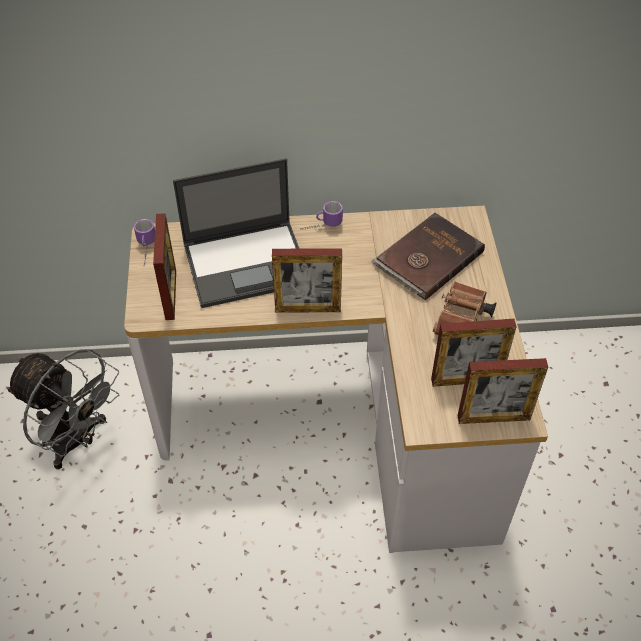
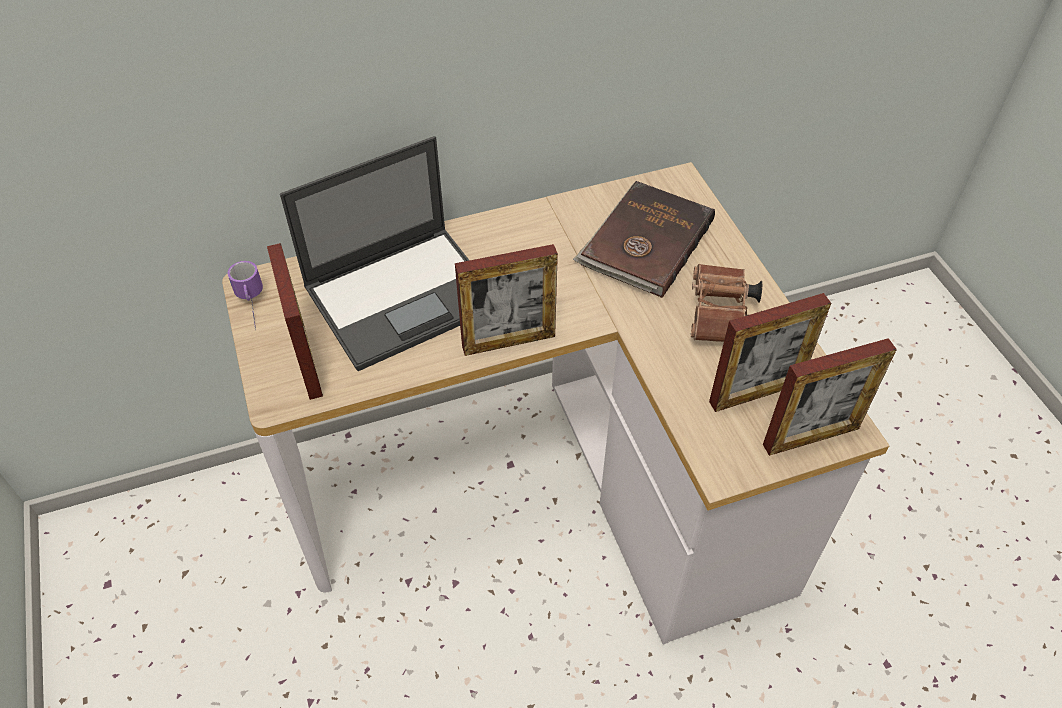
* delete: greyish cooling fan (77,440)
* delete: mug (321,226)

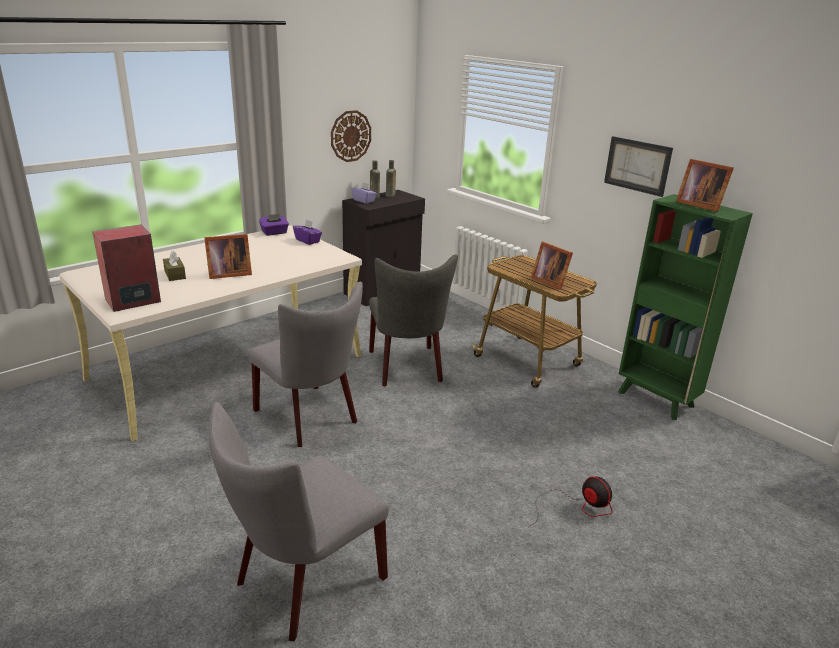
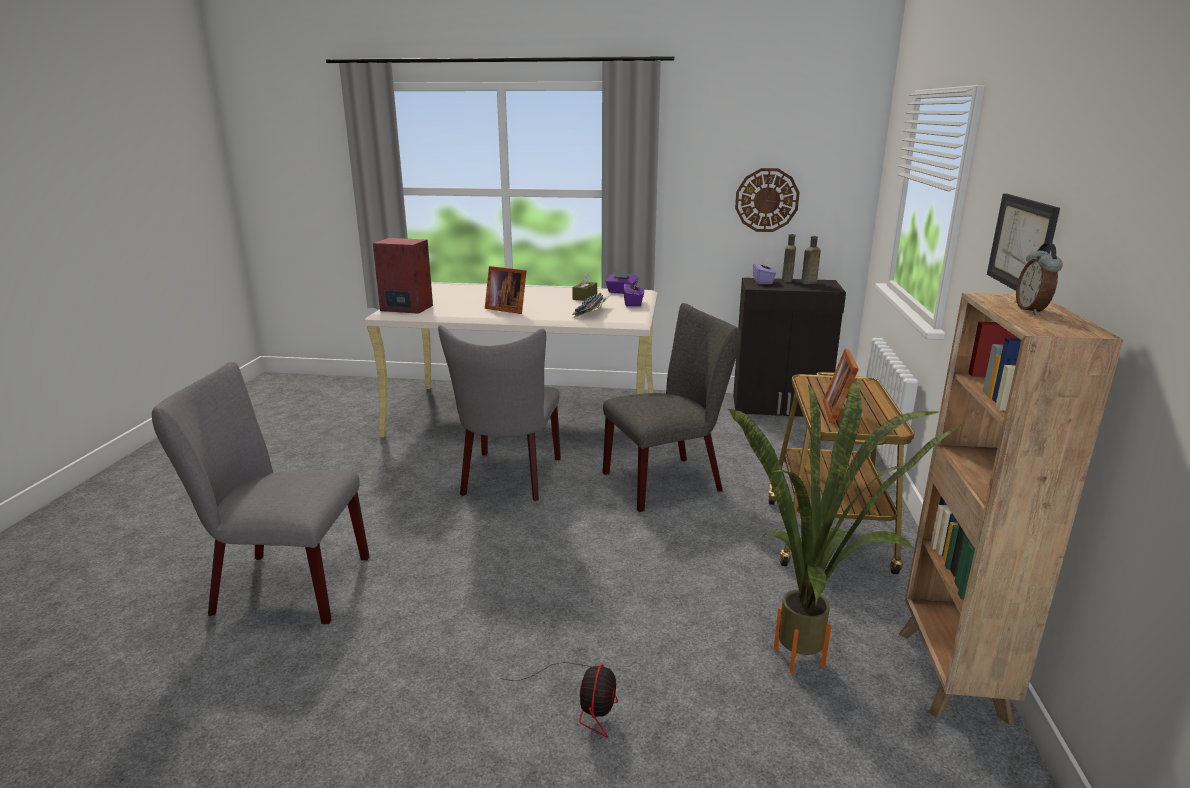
* move: brown tissue box (175,274) to (585,297)
* insert: keyboard (591,312)
* rotate: greyish chair (407,368) = (669,481) 150 degrees counterclockwise
* insert: houseplant (815,658)
* recolor: greenish bookshelf (656,400) to brown bookshelf (951,676)
* replace: photo frame (698,205) to alarm clock (1032,310)

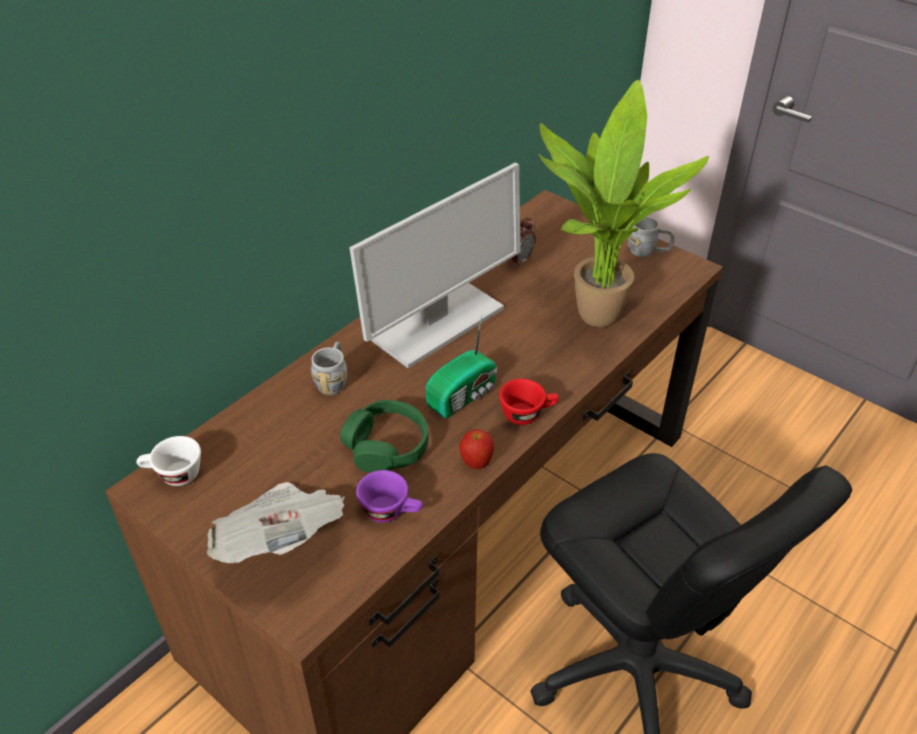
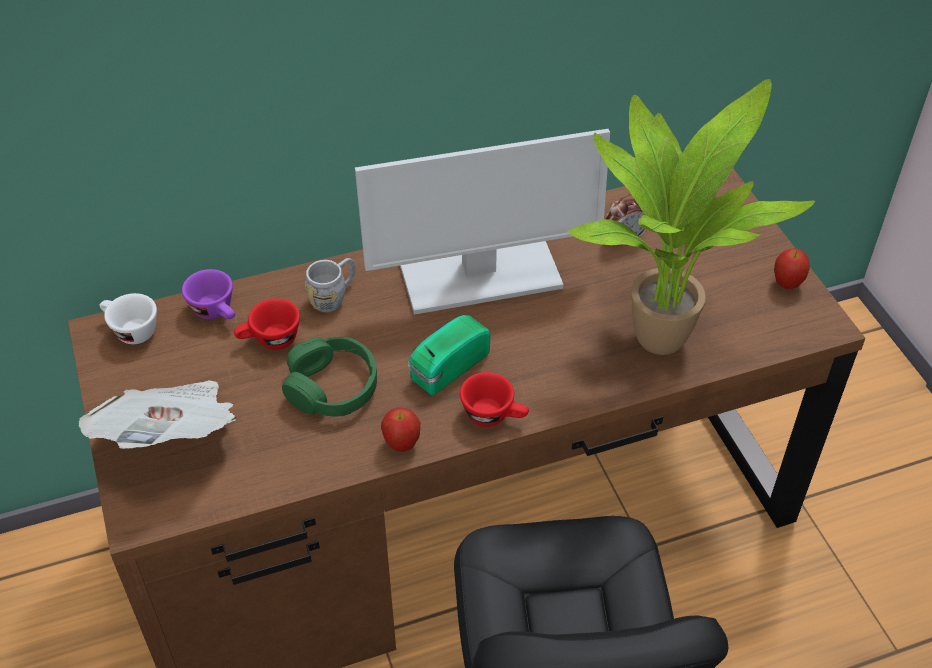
* move: purple-coloured drinking cup (391,511) to (217,312)
* insert: red-coloured drinking cup (270,340)
* rotate: radio receiver (464,395) = (446,367) 150 degrees clockwise
* replace: greyish mug (648,251) to whole apple (787,284)

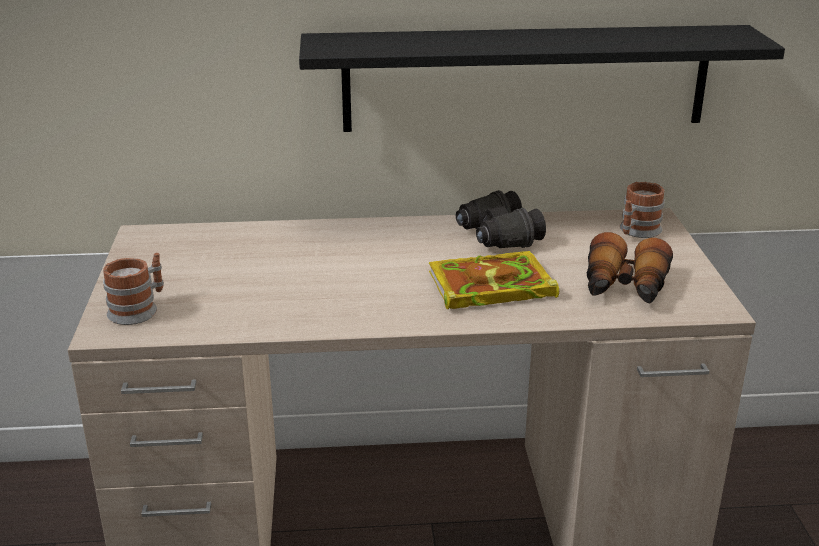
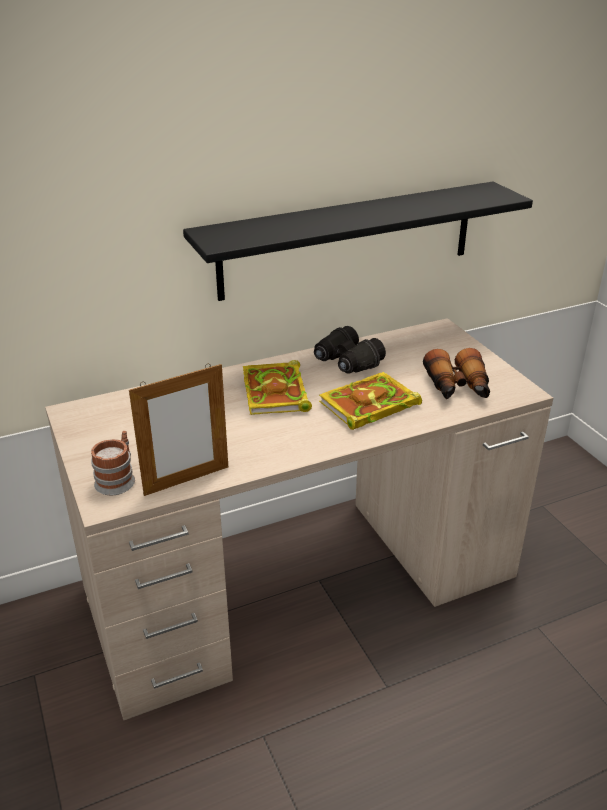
* insert: photo frame (187,480)
* insert: bound book (276,393)
* delete: mug (637,232)

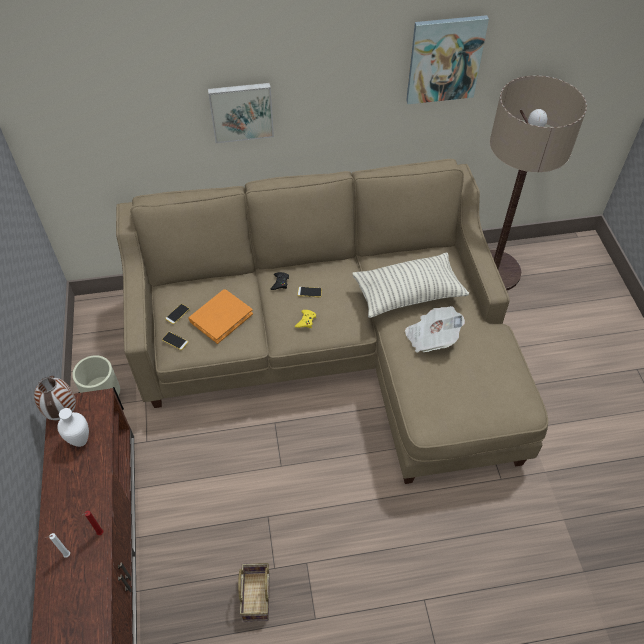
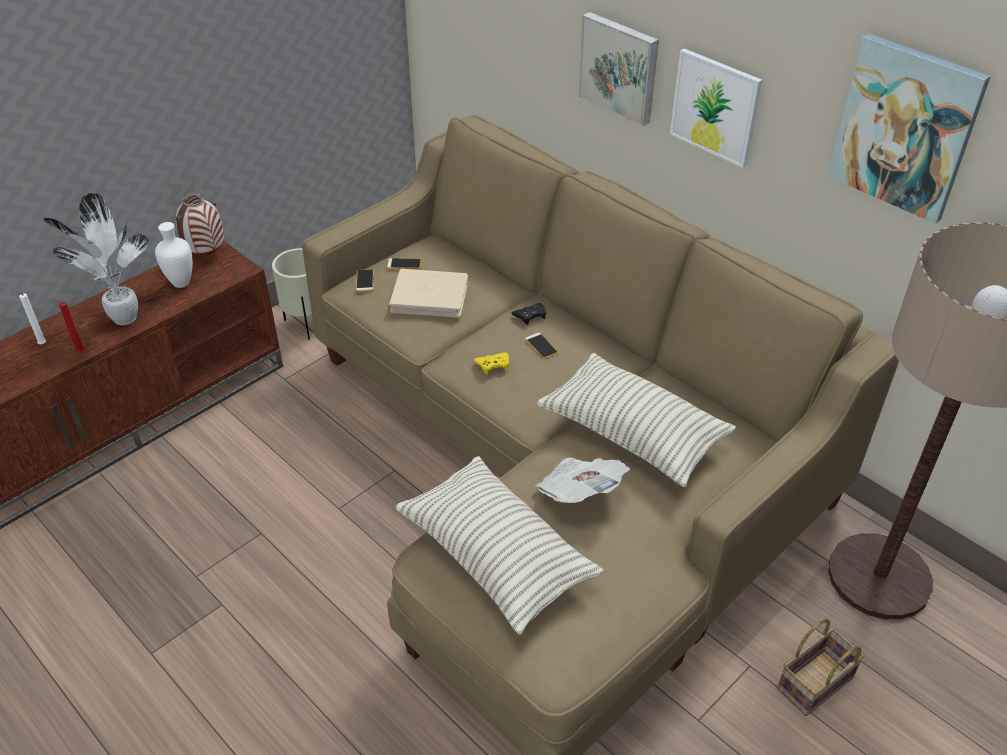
* insert: houseplant (122,319)
* recolor: orangey bound book (221,317) to sand-coloured bound book (430,296)
* insert: throw pillow (496,556)
* insert: wall art (715,107)
* move: basket (257,598) to (815,685)

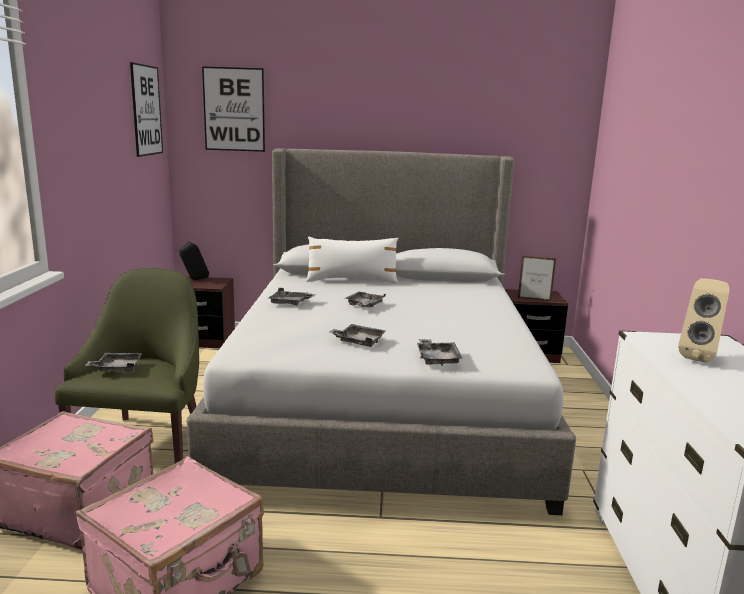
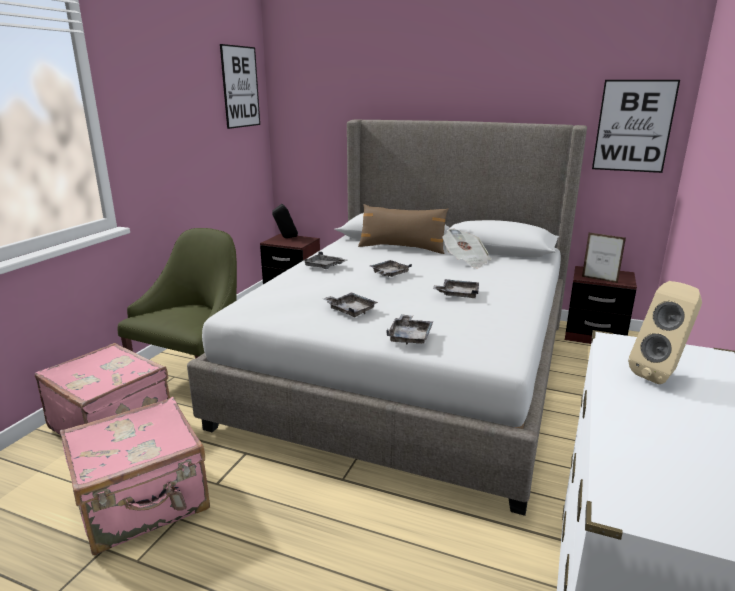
* recolor: whitish throw pillow (352,280) to brown throw pillow (402,248)
* move: greyish tray (117,368) to (458,294)
* insert: daily paper (466,261)
* move: wall art (234,109) to (633,126)

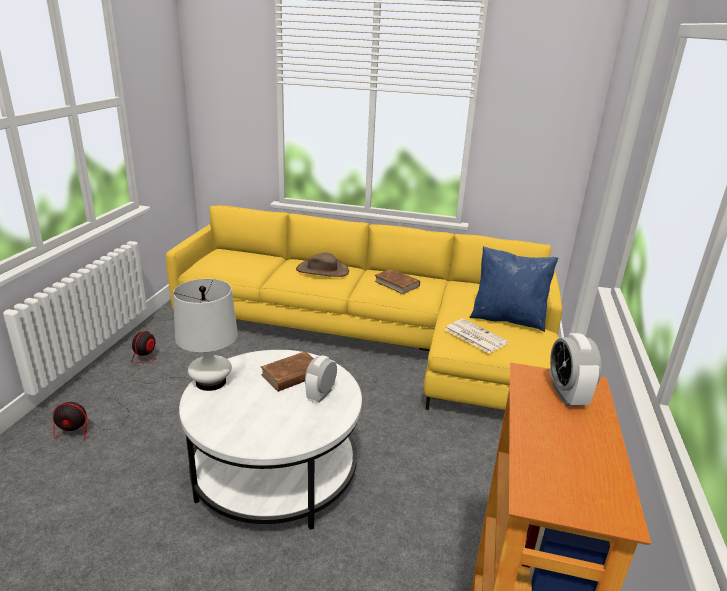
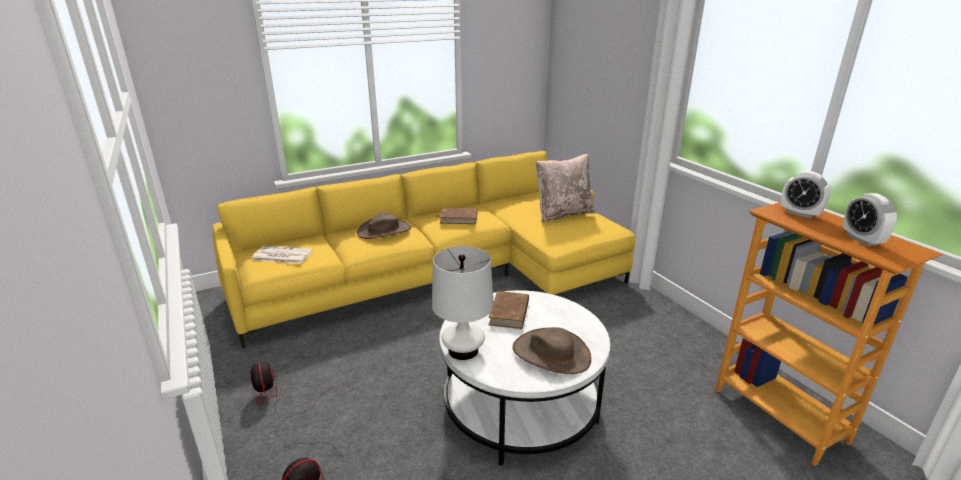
* move: daily paper (474,336) to (281,255)
* insert: brown wearable hat (551,353)
* recolor: blue-coloured throw pillow (507,319) to sand-coloured throw pillow (563,213)
* move: alarm clock (321,394) to (862,240)

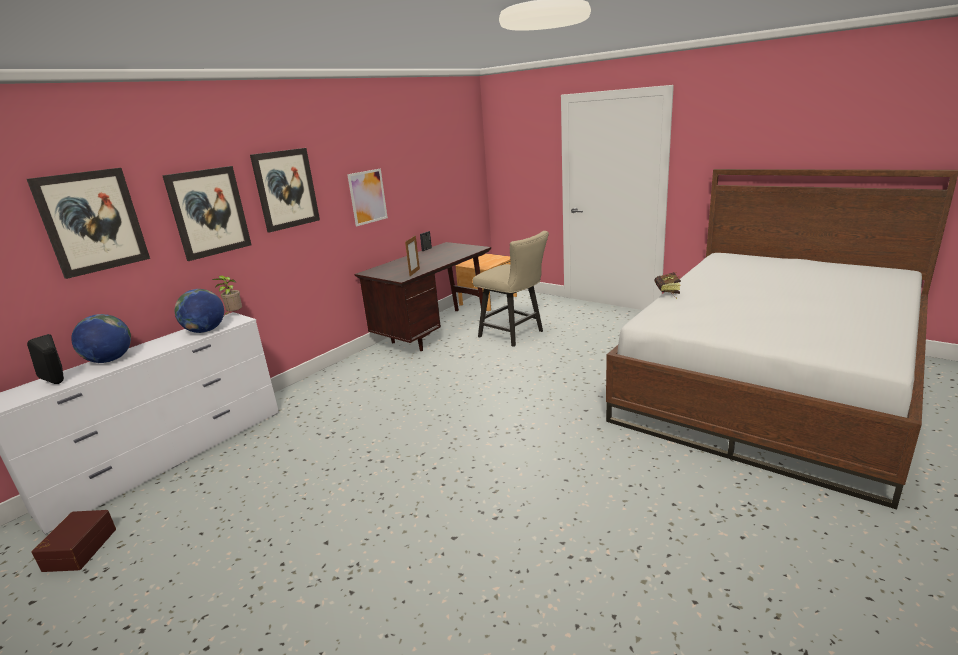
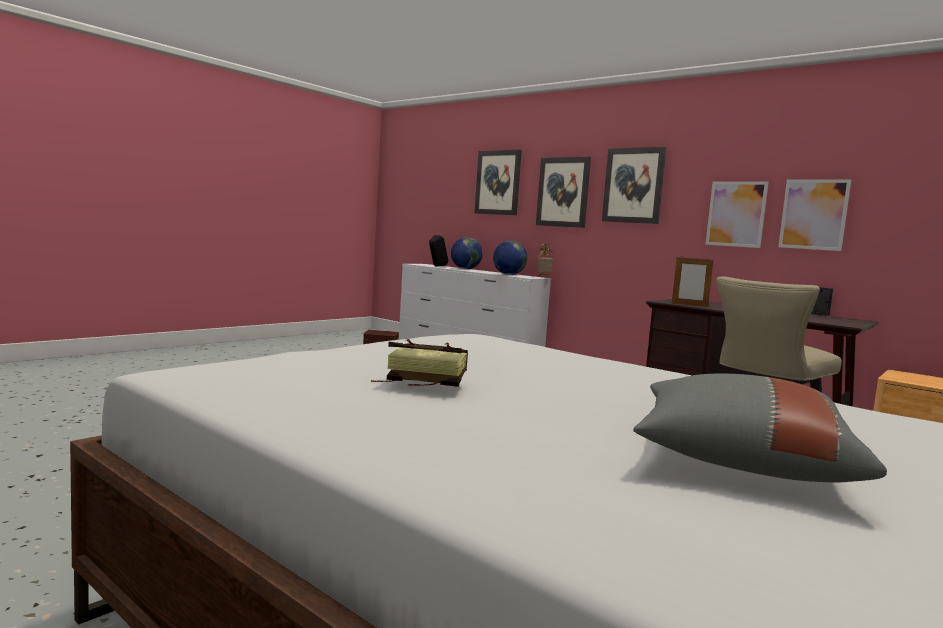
* move: bound book (667,293) to (417,383)
* insert: greyish throw pillow (740,461)
* insert: wall art (813,214)

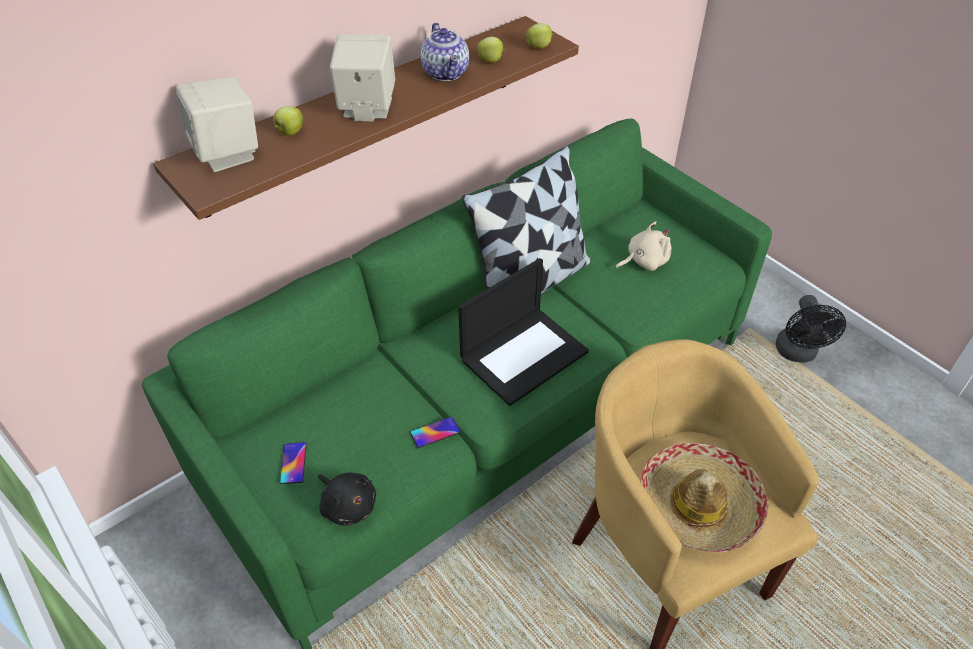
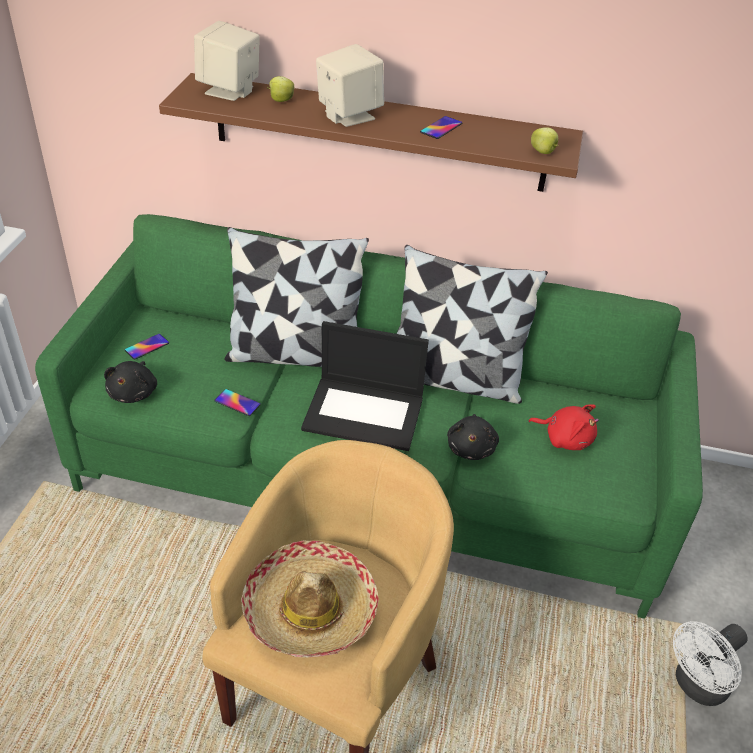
* insert: throw pillow (295,354)
* replace: tea pot (447,73) to telephone (441,128)
* insert: black-coloured cuddly toy (471,447)
* recolor: sand-coloured cuddly toy (644,261) to red-coloured cuddly toy (565,438)
* recolor: black-coloured cooling fan (797,354) to whitish cooling fan (696,686)
* delete: whole apple (491,61)

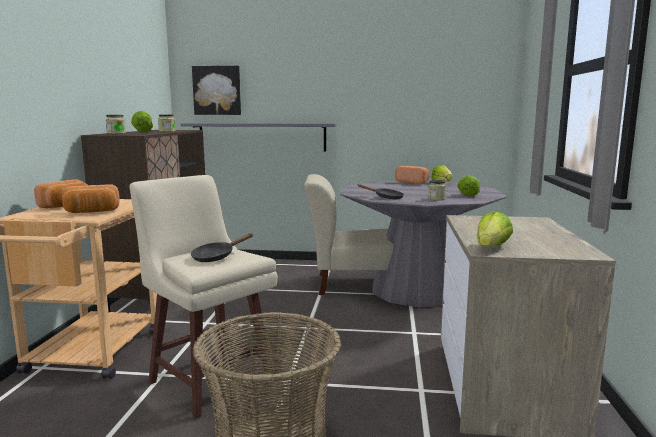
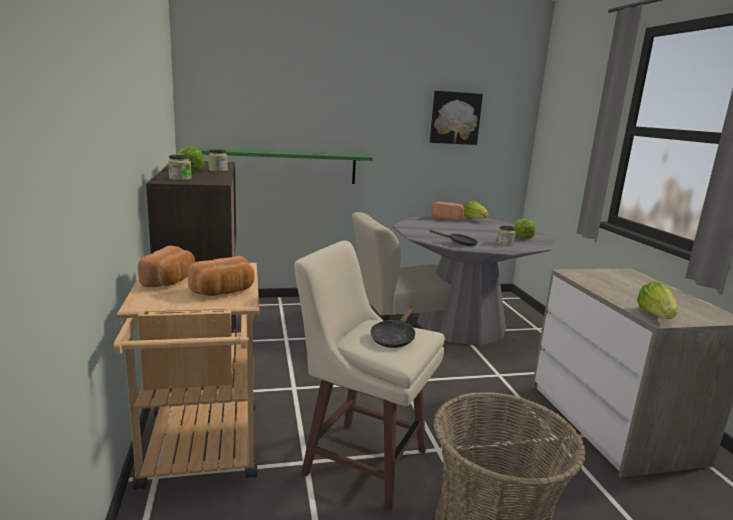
* recolor: greyish shelf (262,137) to greenish shelf (285,166)
* move: wall art (217,90) to (454,118)

